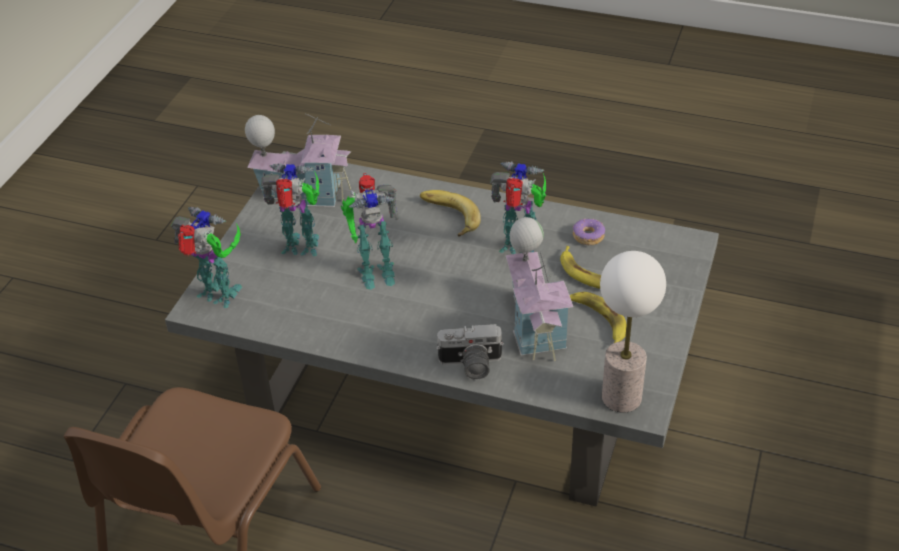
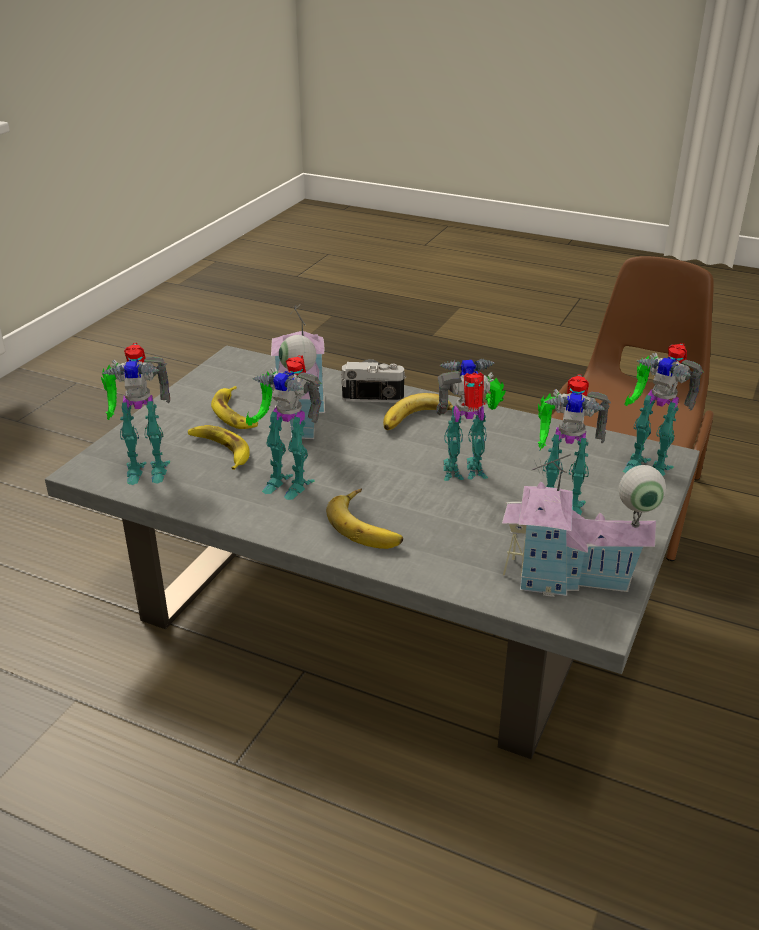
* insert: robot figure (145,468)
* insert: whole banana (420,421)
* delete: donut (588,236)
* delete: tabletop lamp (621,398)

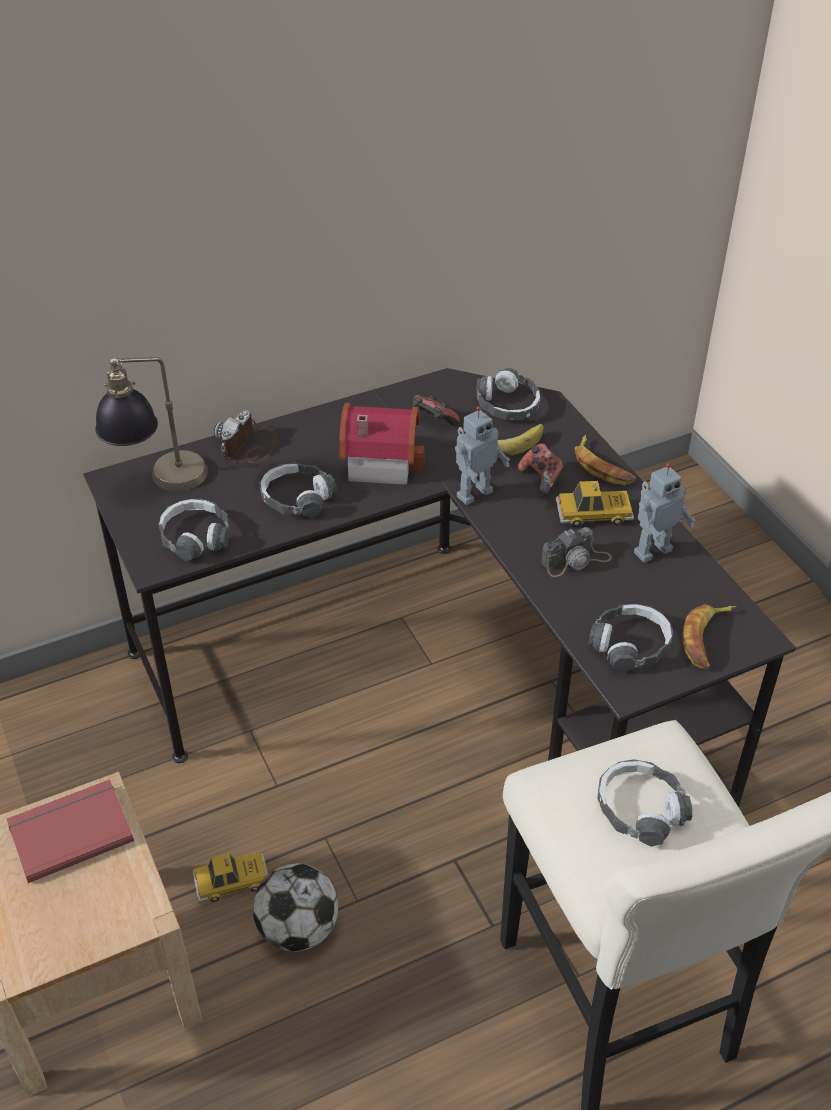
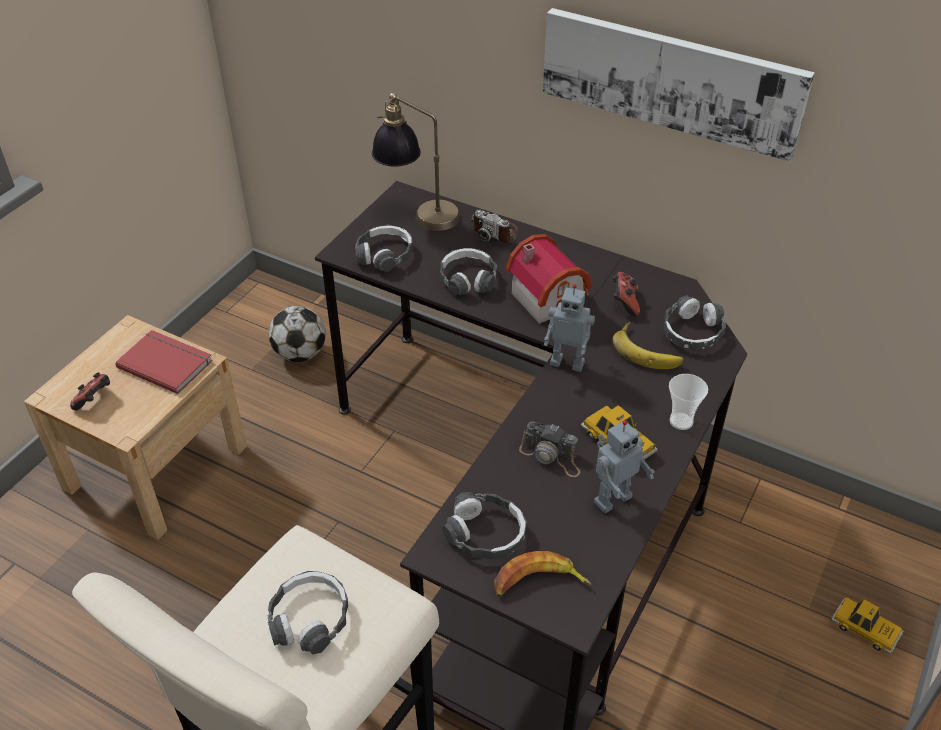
* move: joypad (542,479) to (95,400)
* move: football ball (298,929) to (300,354)
* rotate: photo camera (248,447) = (495,231) 135 degrees counterclockwise
* insert: wall art (671,80)
* rotate: robot figure (651,550) = (611,498) 60 degrees counterclockwise
* replace: whole banana (602,467) to drinking cup (681,421)
* move: toy car (232,881) to (865,628)

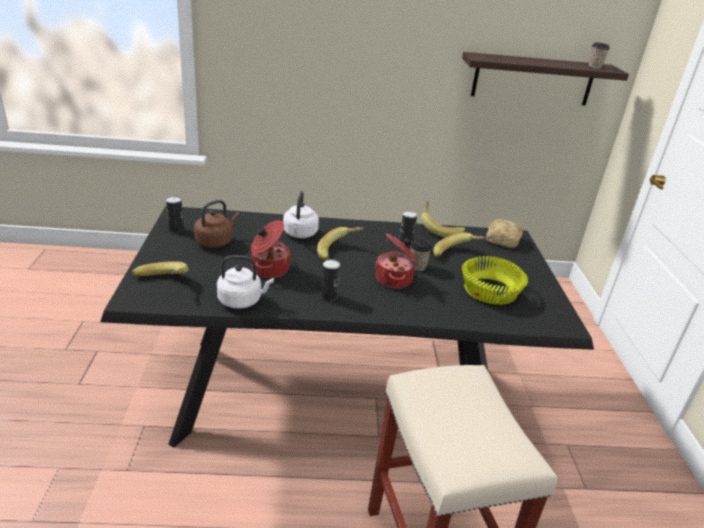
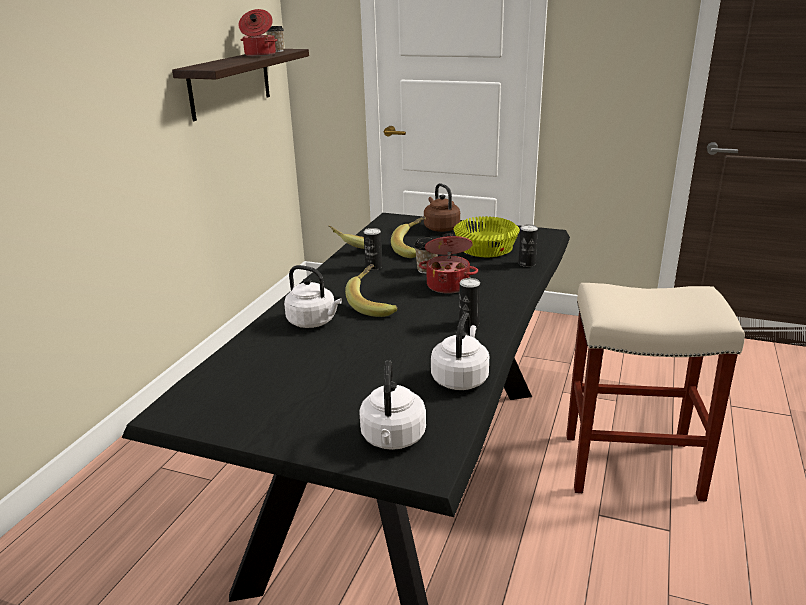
* move: cooking pot (269,269) to (259,55)
* replace: whole banana (161,284) to whitish kettle (393,439)
* move: brown kettle (216,241) to (440,228)
* move: can (176,229) to (526,263)
* delete: baked bread (502,240)

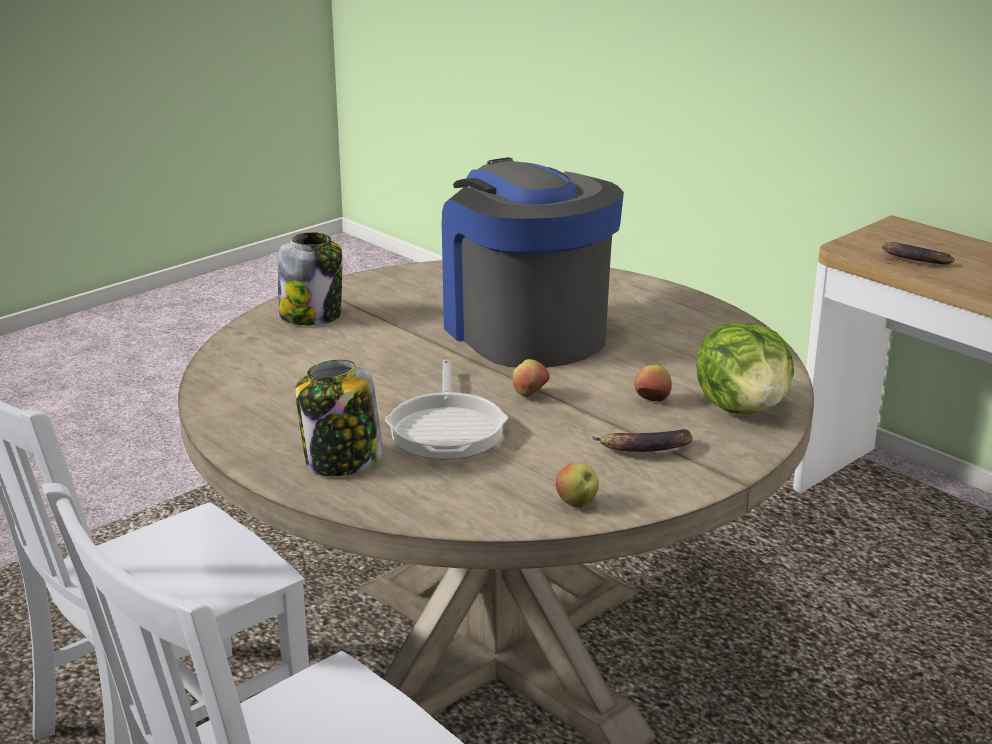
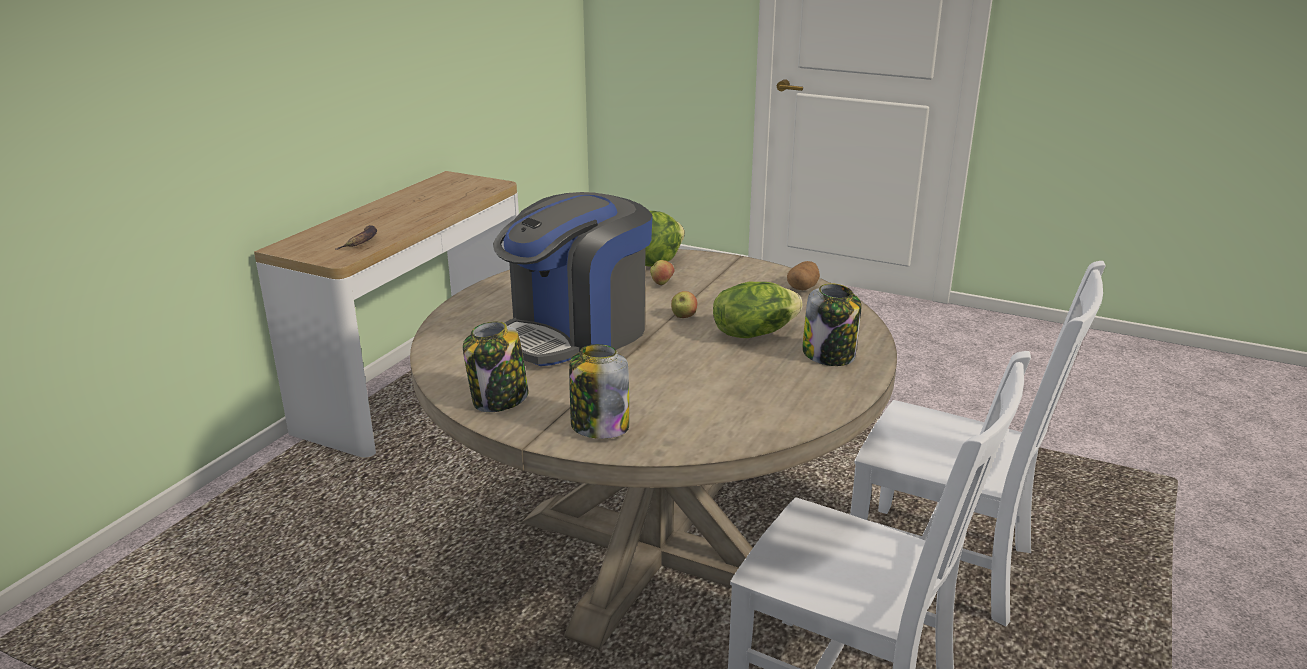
* insert: preserve jar (499,400)
* replace: skillet (447,428) to lettuce head (753,333)
* replace: whole apple (577,503) to spud (803,287)
* delete: whole banana (644,449)

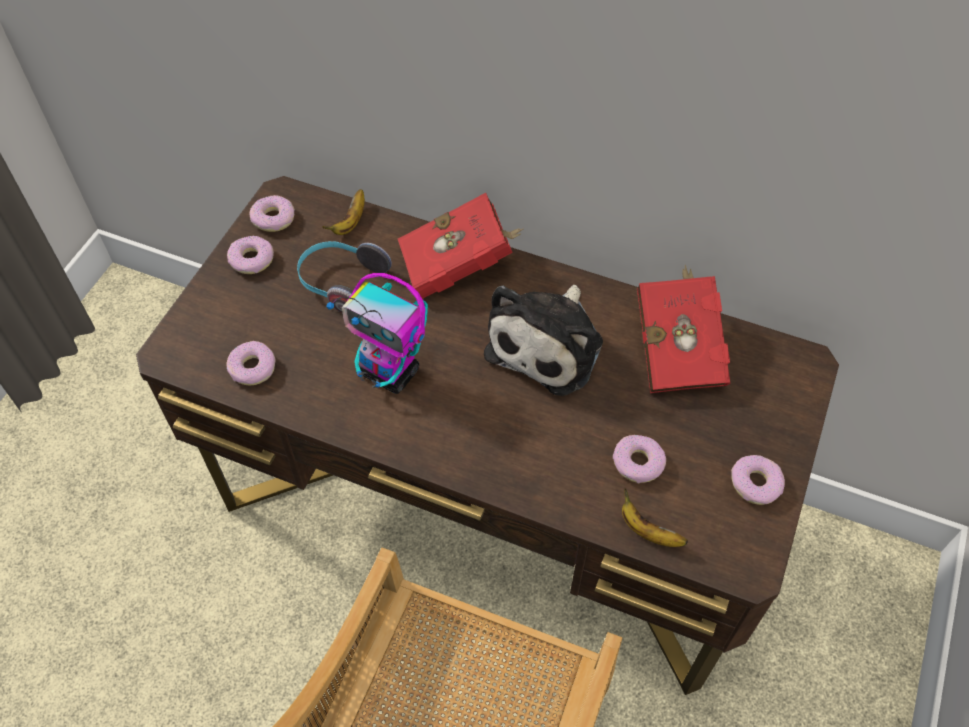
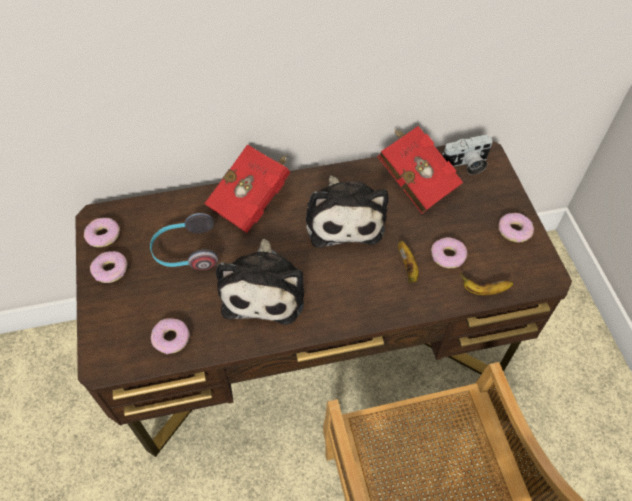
* replace: robot figure (390,373) to cuddly toy (264,289)
* move: whole banana (350,222) to (408,268)
* insert: photo camera (466,165)

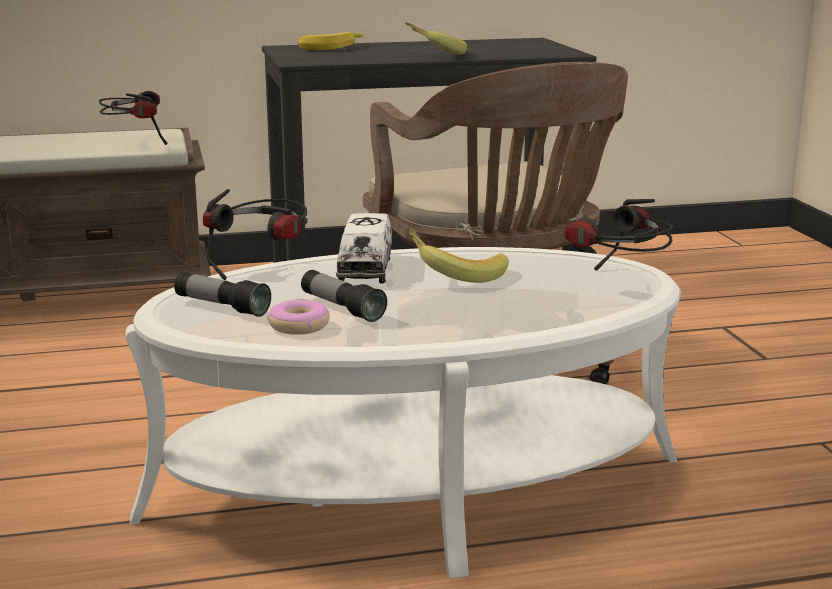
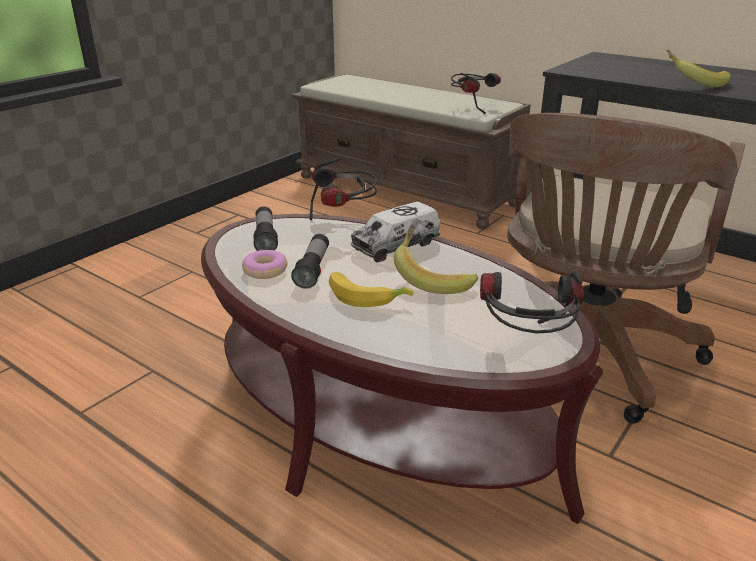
* recolor: whitish coffee table (415,487) to brown coffee table (377,415)
* move: whole banana (329,48) to (366,296)

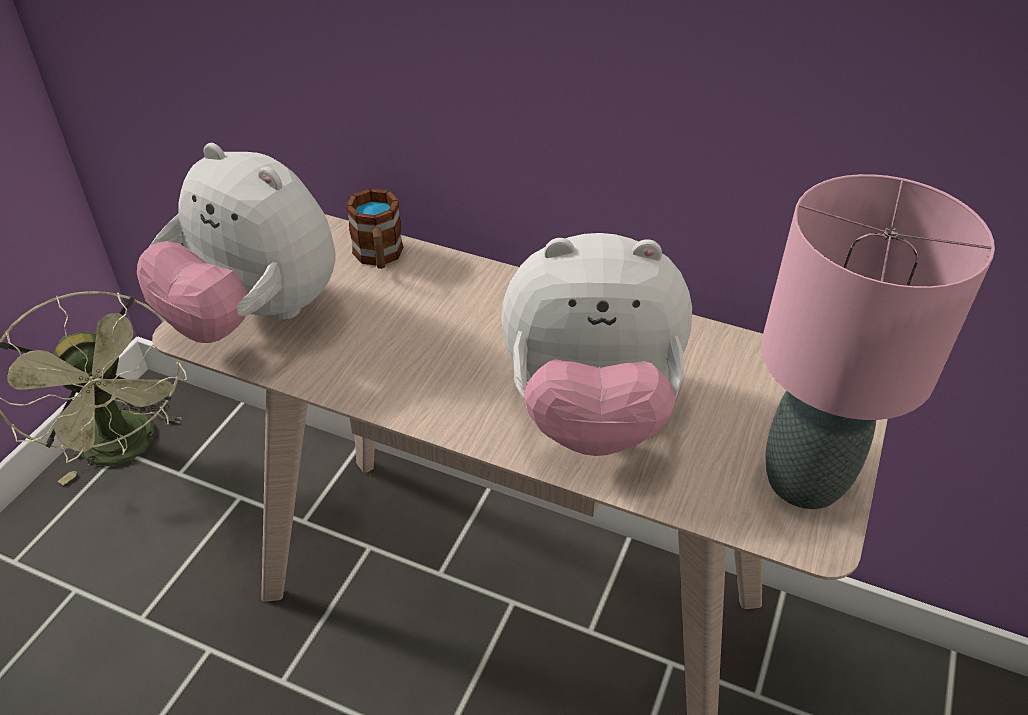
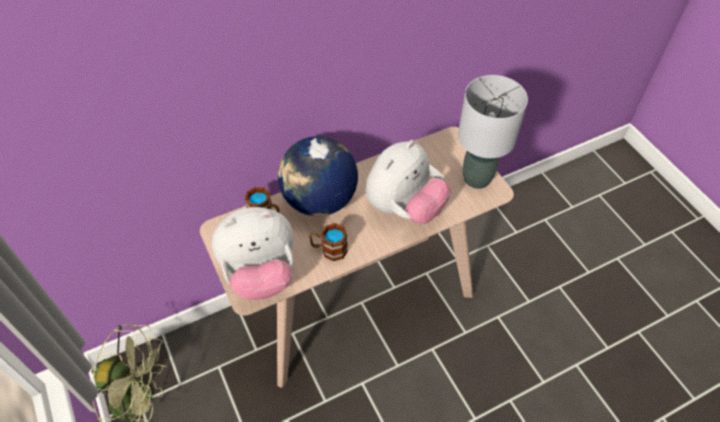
* insert: world globe (319,200)
* insert: mug (329,249)
* recolor: pink tabletop lamp (805,480) to greyish tabletop lamp (477,178)

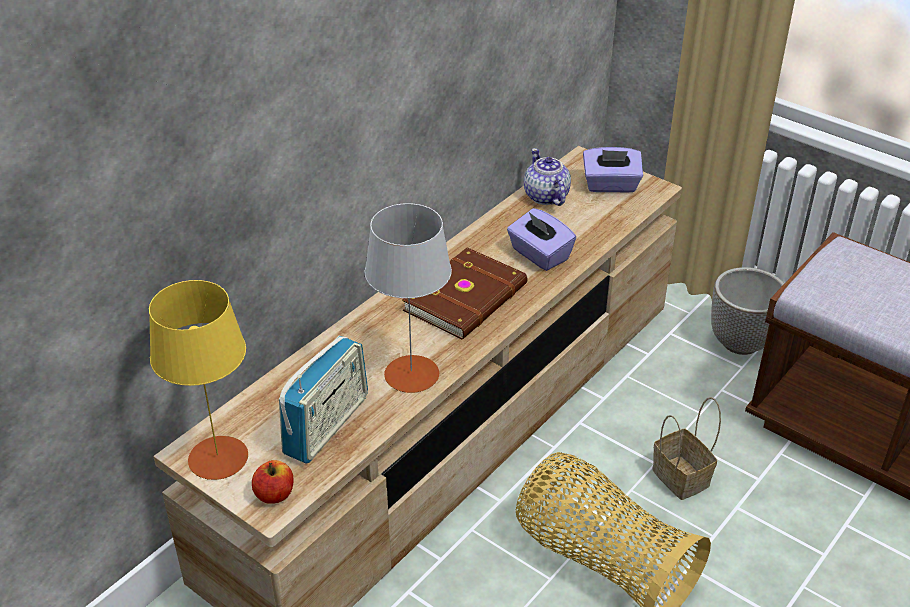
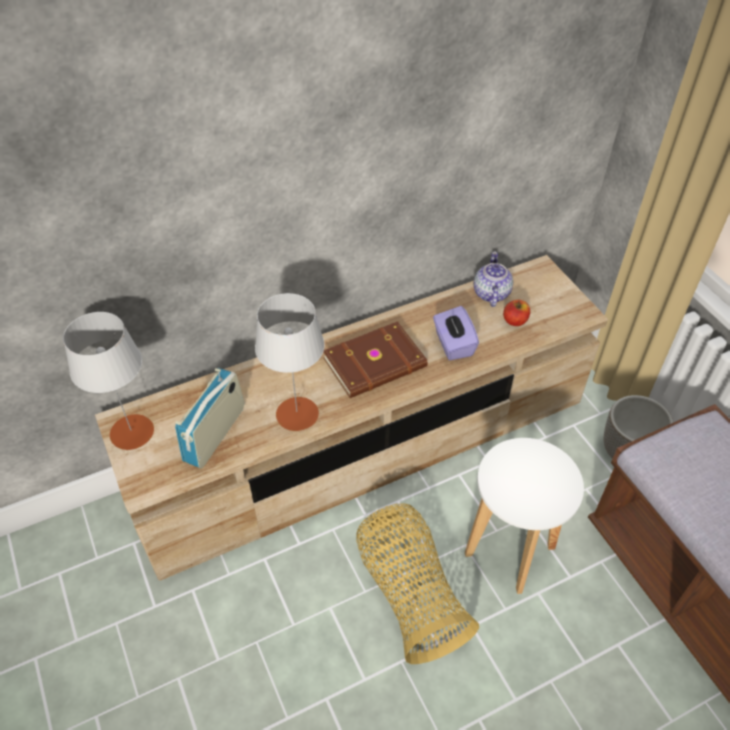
* recolor: yellow-coloured tabletop lamp (218,458) to greyish tabletop lamp (131,432)
* rotate: radio receiver (327,425) = (215,434) 150 degrees clockwise
* replace: basket (682,478) to whitish sitting stool (510,551)
* move: whole apple (274,494) to (515,321)
* delete: purple-coloured tissue box (610,185)

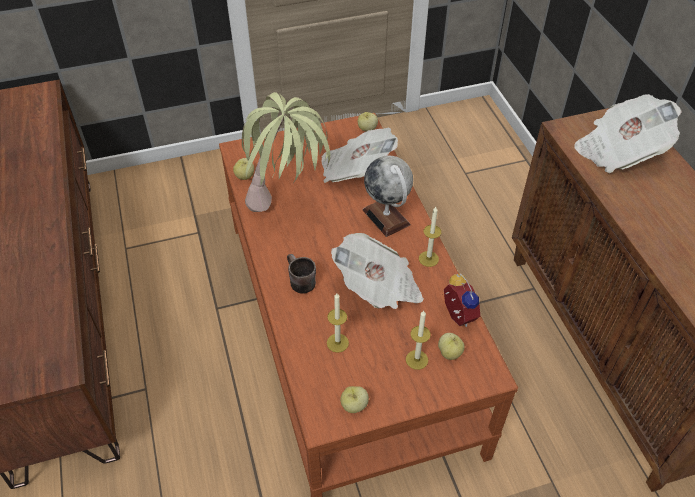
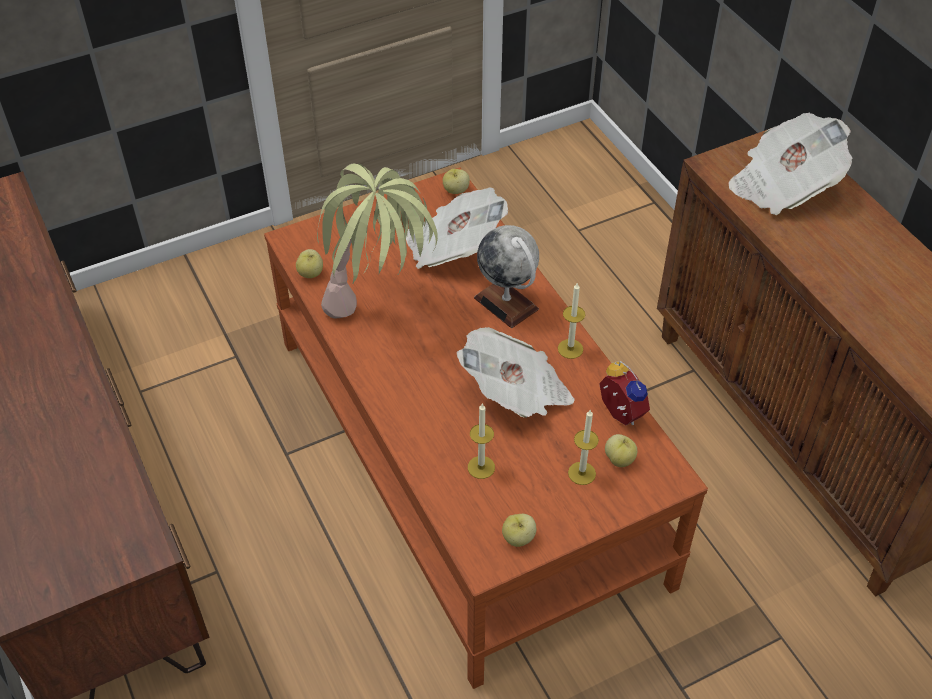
* delete: brown mug (298,281)

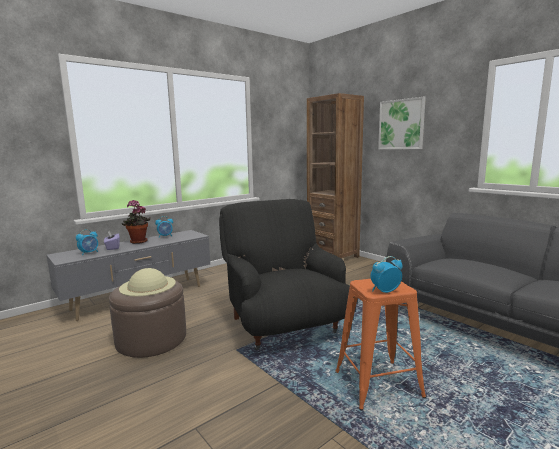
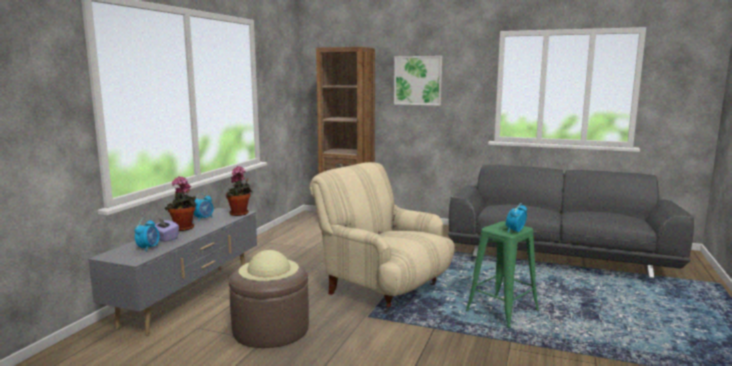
* insert: houseplant (240,214)
* recolor: black-coloured lounge chair (283,326) to sand-coloured lounge chair (383,290)
* recolor: orangey sitting stool (378,384) to greenish sitting stool (502,311)

